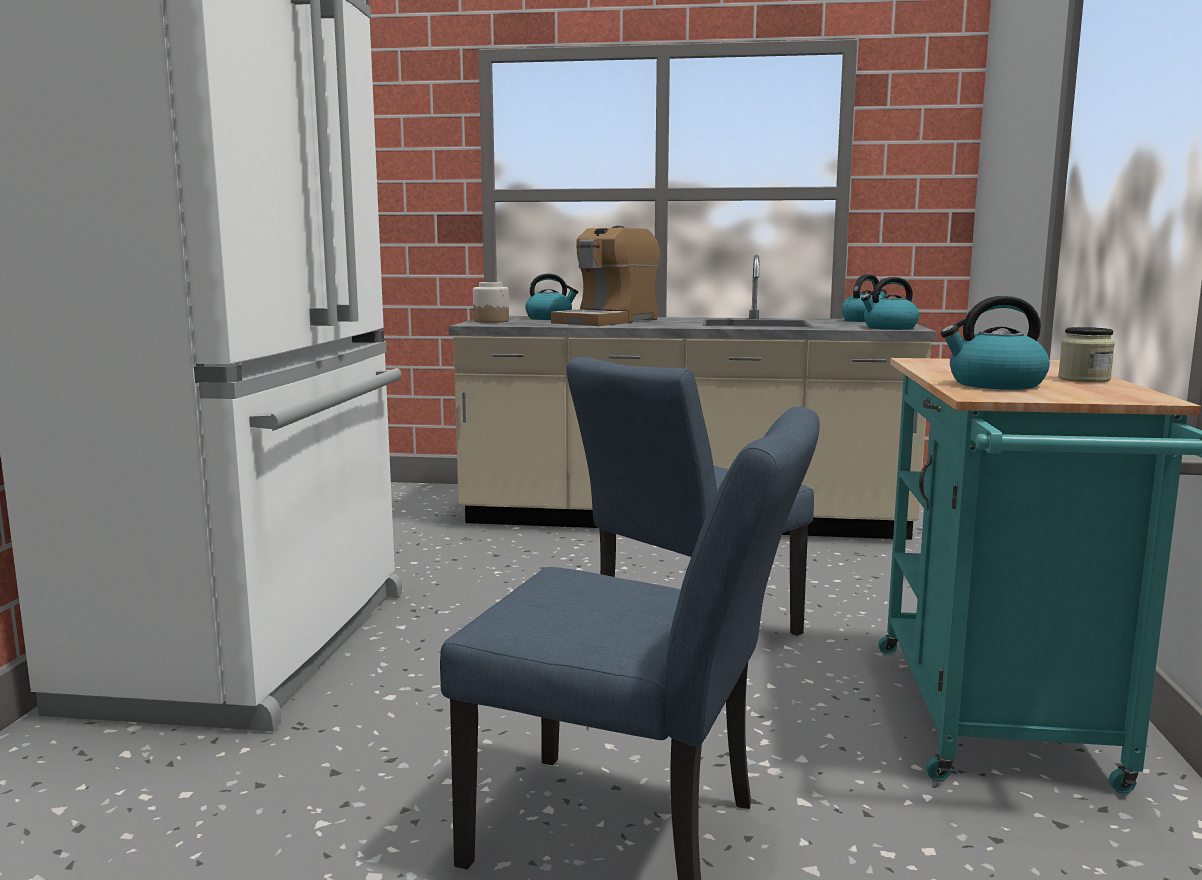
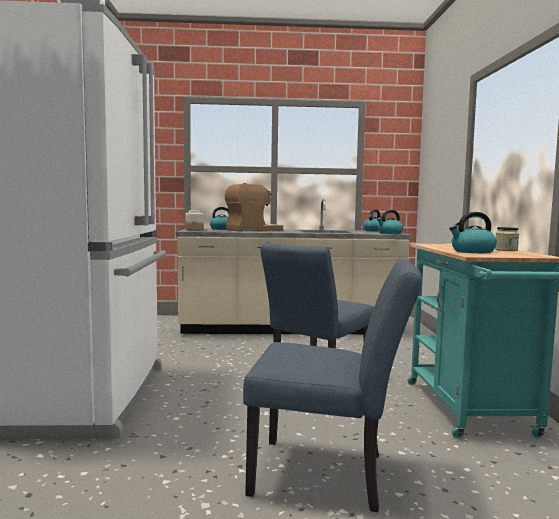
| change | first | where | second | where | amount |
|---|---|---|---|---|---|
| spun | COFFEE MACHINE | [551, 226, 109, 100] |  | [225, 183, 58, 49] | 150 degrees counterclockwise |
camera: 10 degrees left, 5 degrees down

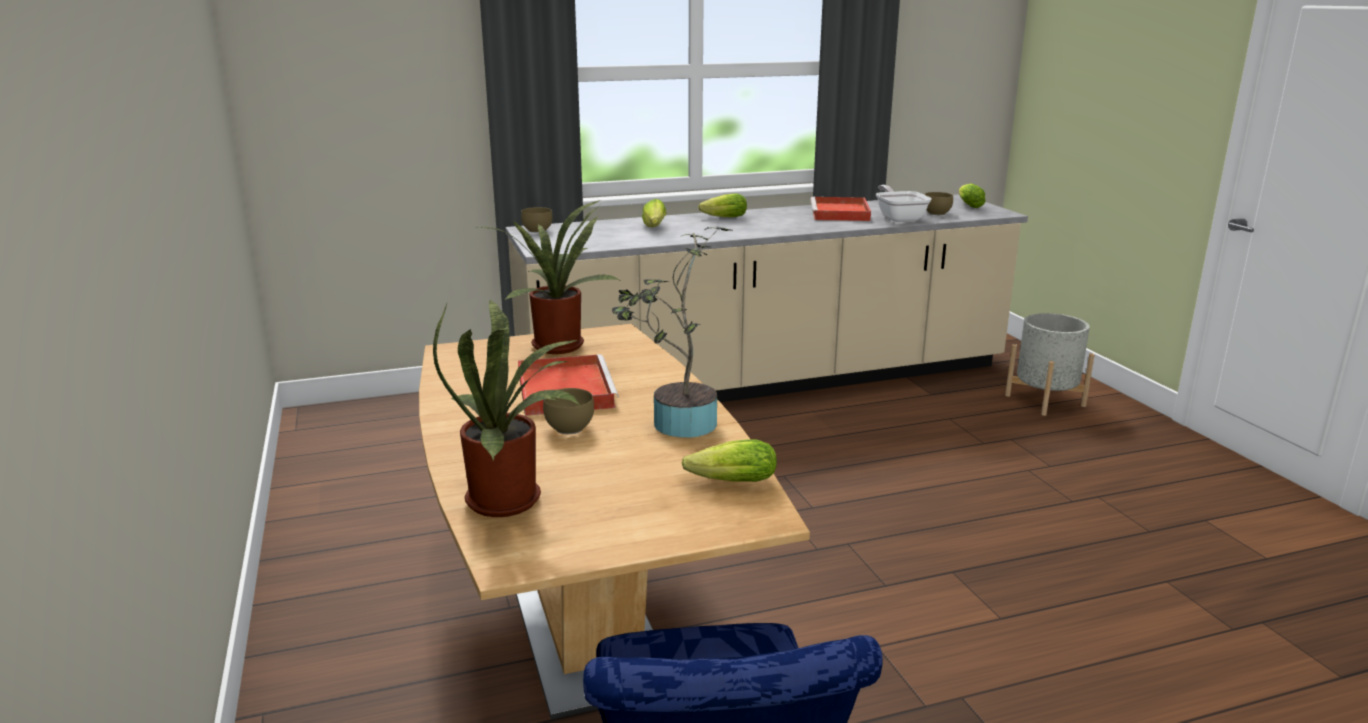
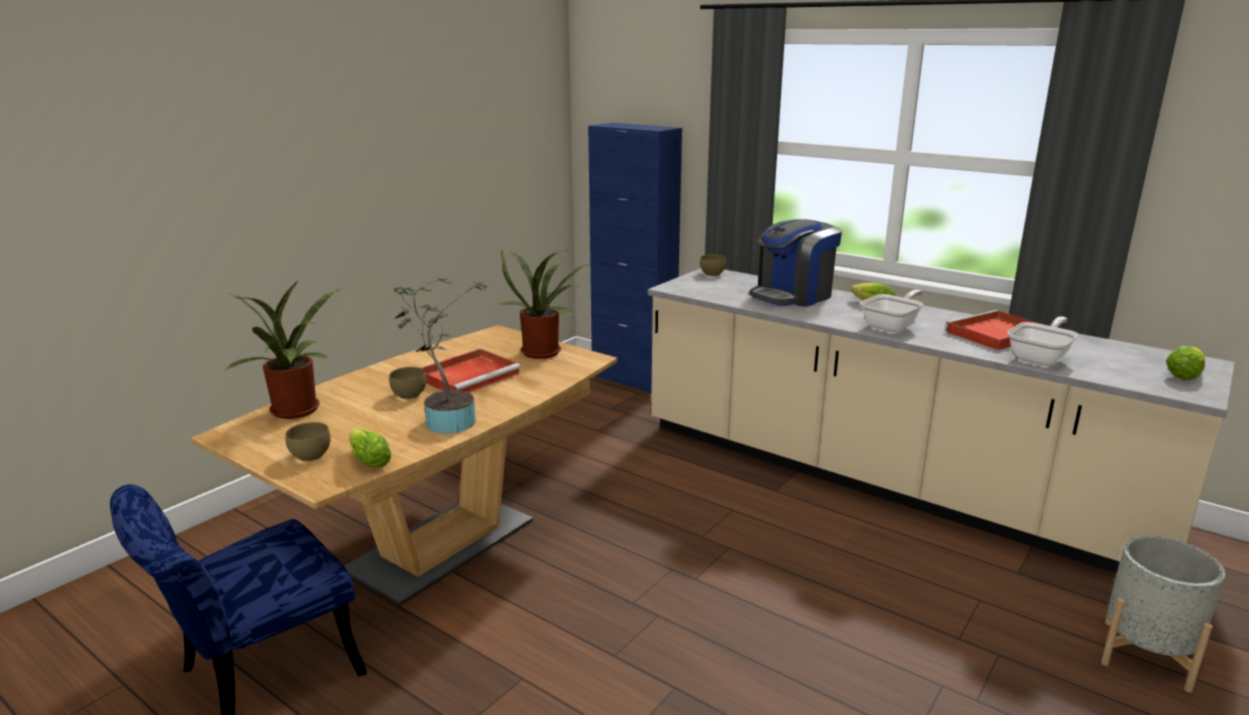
| change | first | where | second | where | amount |
|---|---|---|---|---|---|
| appeared |  |  | BLUE-COLOURED CABINET | [588, 123, 94, 270] |  |
| appeared |  |  | PAN | [861, 290, 62, 42] |  |
| relocated | BROWN-COLOURED DEEP DISH | [925, 192, 28, 23] |  | [285, 422, 46, 39] |  |
| exchanged | HEAD OF LETTUCE | [642, 199, 24, 28] | COFFEE MACHINE | [749, 219, 93, 88] |  |
camera: 55 degrees right, 0 degrees up

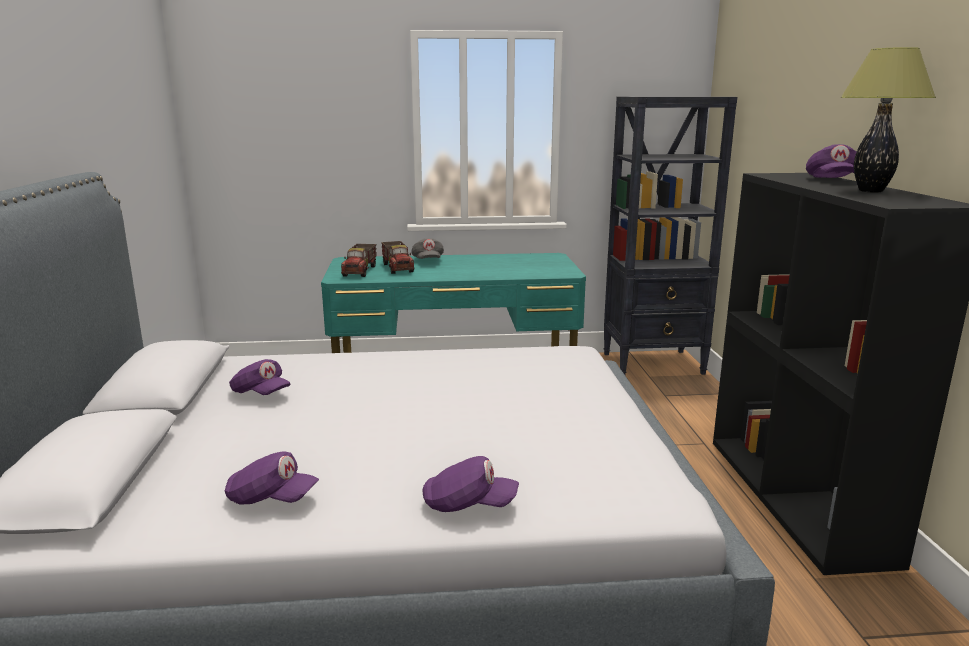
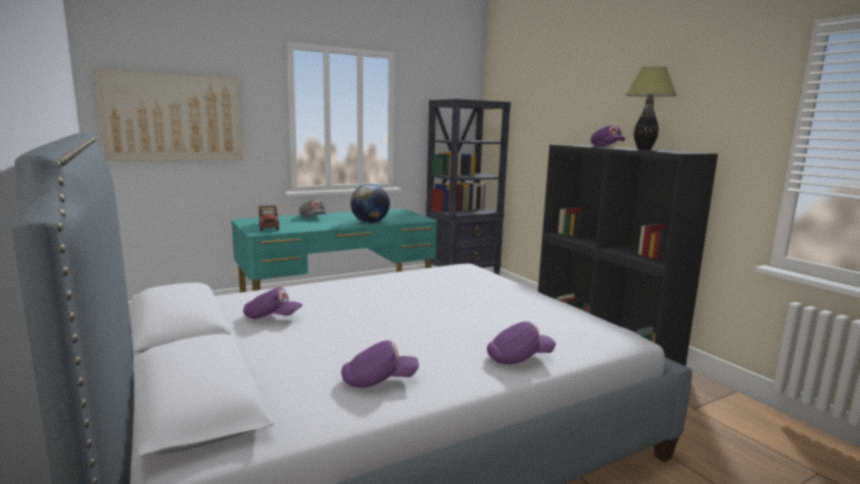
| change | first | where | second | where | amount |
|---|---|---|---|---|---|
| missing | MODEL TRUCK | [381, 241, 33, 33] |  |  |  |
| appeared |  |  | WALL PICTURE | [94, 69, 148, 92] |  |
| appeared |  |  | WORLD GLOBE | [350, 184, 40, 39] |  |
camera: 25 degrees left, 5 degrees down

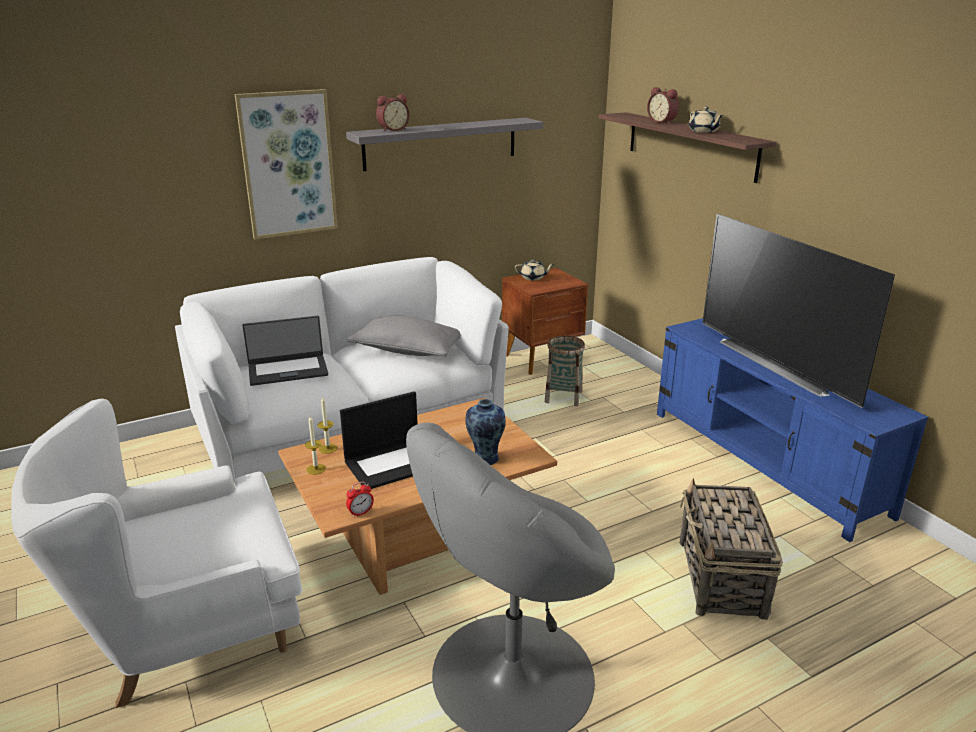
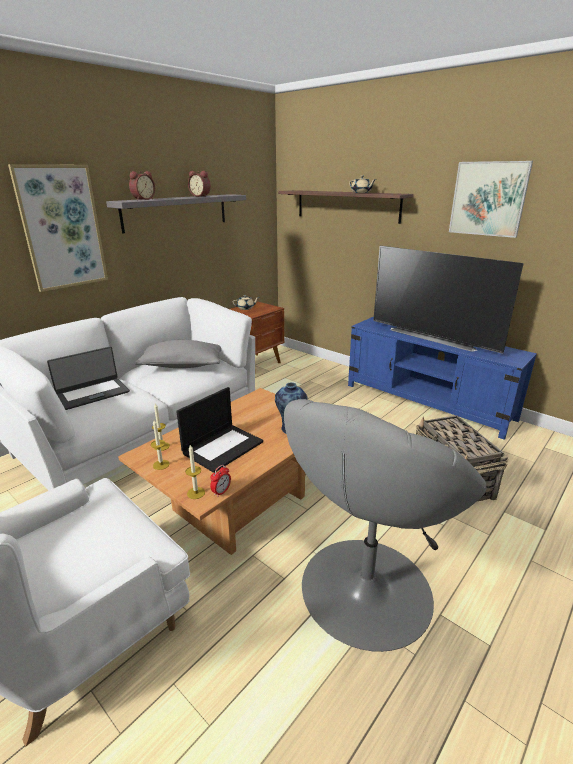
| change | first | where | second | where | amount |
|---|---|---|---|---|---|
| missing | BASKET | [545, 336, 40, 70] |  |  |  |
| appeared |  |  | CANDLE | [185, 445, 20, 54] |  |
| appeared |  |  | WALL PICTURE | [449, 161, 84, 77] |  |
| relocated | TABLE CLOCK | [647, 87, 32, 37] |  | [188, 171, 23, 26] |  |
camera: 20 degrees left, 0 degrees up

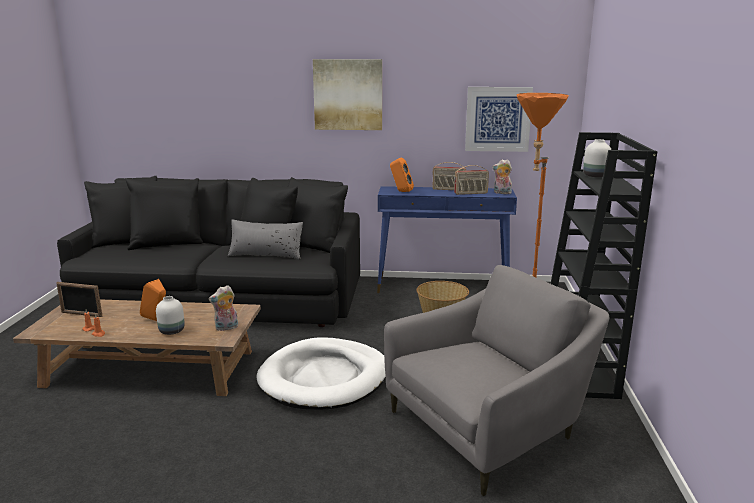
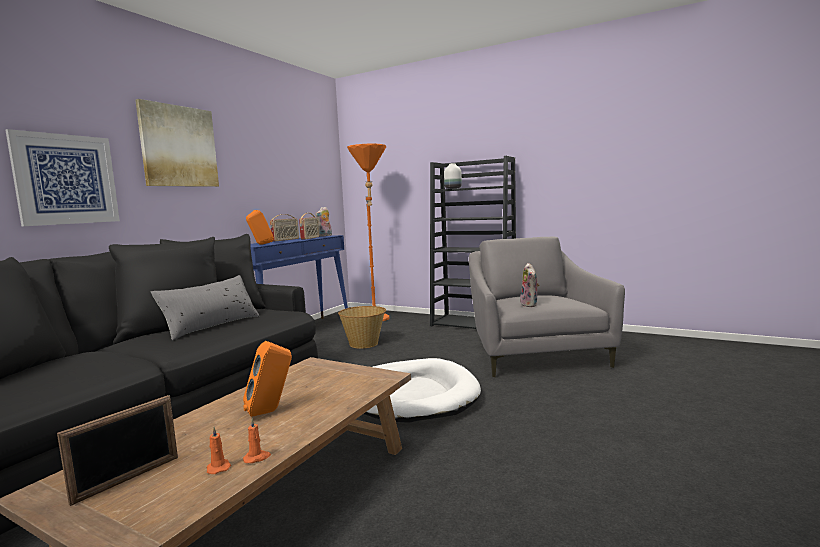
| change | first | where | second | where | amount |
|---|---|---|---|---|---|
| missing | WHITE VASE | [156, 296, 29, 39] |  |  |  |
| relocated | CUDDLY TOY | [209, 285, 29, 46] |  | [520, 263, 20, 44] |  |
| relocated | WALL PICTURE | [465, 87, 68, 65] |  | [6, 129, 114, 97] |  |
camera: 65 degrees left, 10 degrees down

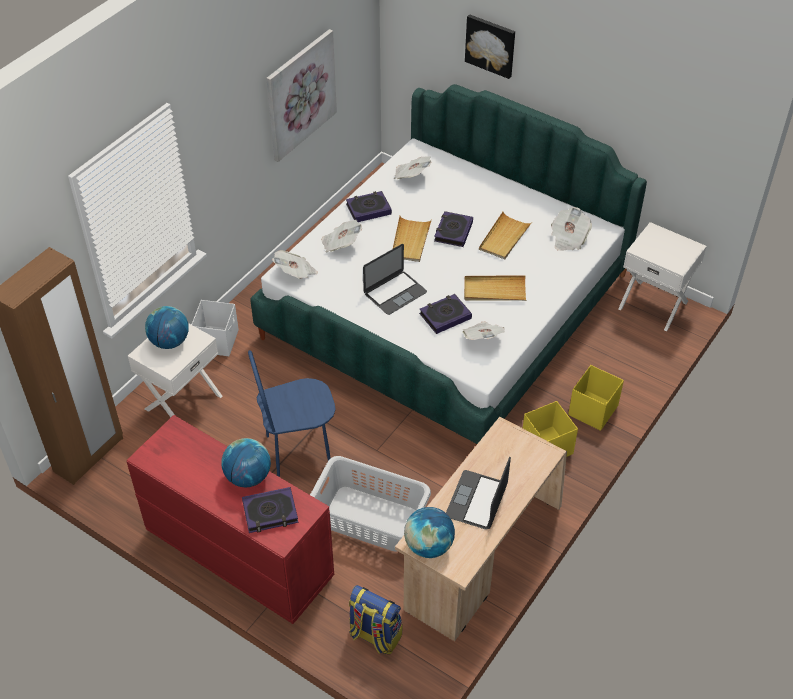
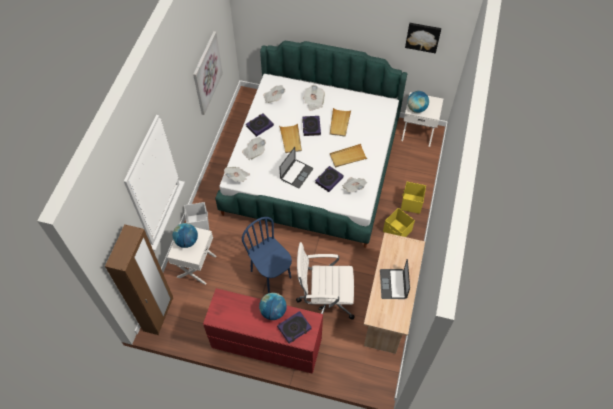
| change | first | where | second | where | amount |
|---|---|---|---|---|---|
| missing | KNAPSACK | [349, 585, 53, 69] |  |  |  |
| relocated | WORLD GLOBE | [404, 507, 51, 51] |  | [407, 91, 22, 22] |  |
| relocated | WALL PICTURE | [465, 14, 50, 65] |  | [405, 23, 36, 30] |  |
| relocated | DAILY PAPER | [551, 207, 41, 44] |  | [303, 85, 22, 26] |  |
| exchanged | GREY WASHING BASKET | [310, 456, 121, 96] | WHITE DESK CHAIR | [296, 242, 59, 78] |  |
| spun | BLUE-COLOURED PLAIN CHAIR | [248, 350, 87, 127] |  | [242, 217, 50, 76] | 90 degrees clockwise |
camera: 20 degrees left, 10 degrees up

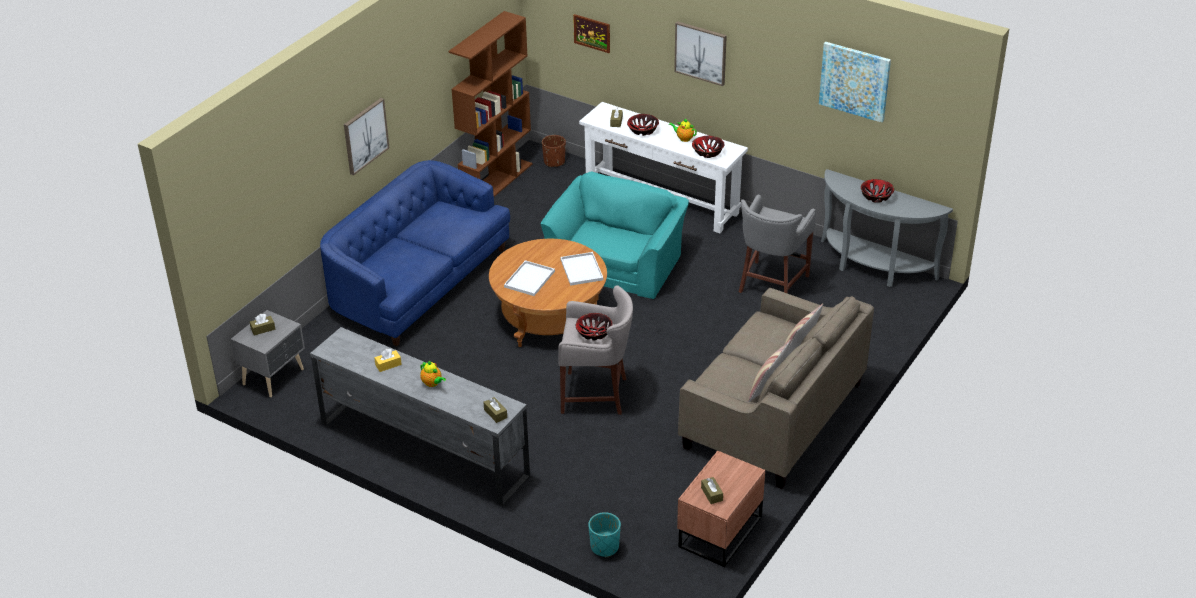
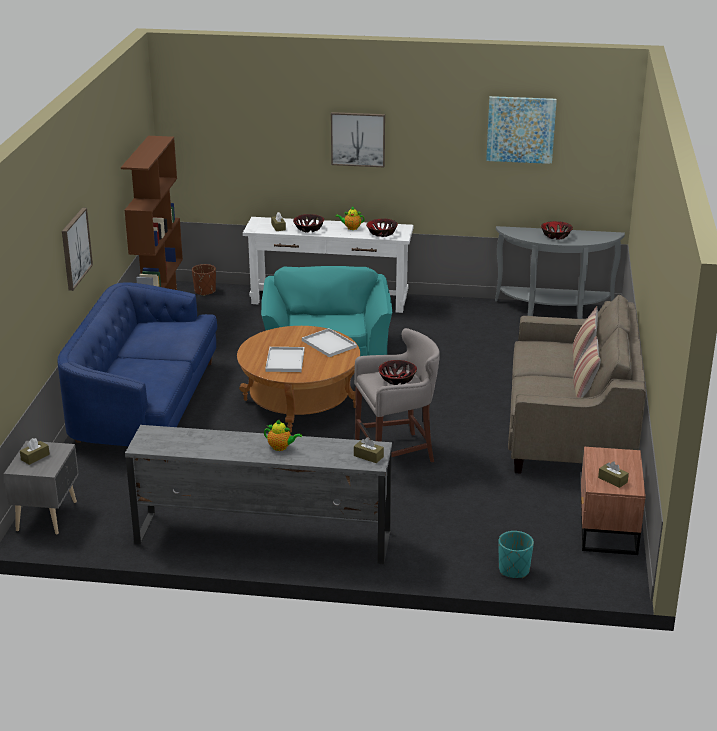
| change | first | where | second | where | amount |
|---|---|---|---|---|---|
| missing | YELLOW BOX OF TISSUES | [374, 349, 28, 23] |  |  |  |
| missing | WALL PICTURE | [573, 14, 37, 39] |  |  |  |
| missing | GREY STOOL SEAT | [739, 195, 77, 99] |  |  |  |
camera: 25 degrees left, 10 degrees down

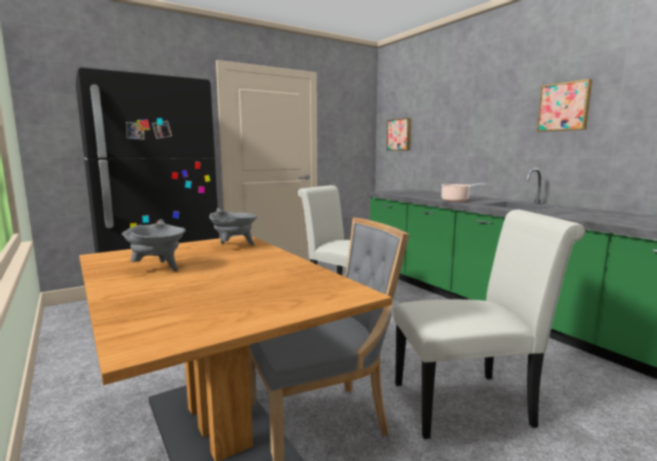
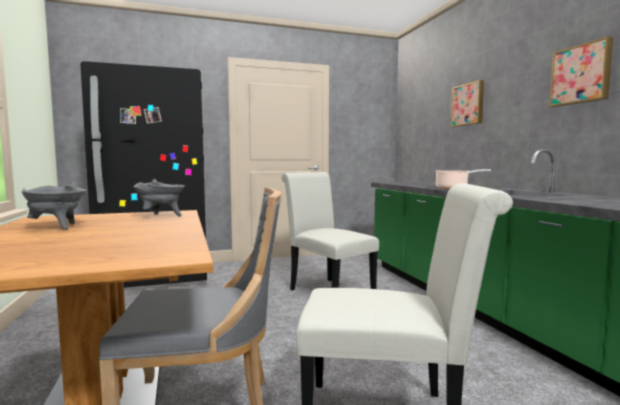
| change | first | where | second | where | amount |
|---|---|---|---|---|---|
| relocated | WALL PICTURE | [387, 118, 24, 33] |  | [451, 80, 33, 47] |  |
camera: 15 degrees right, 5 degrees down

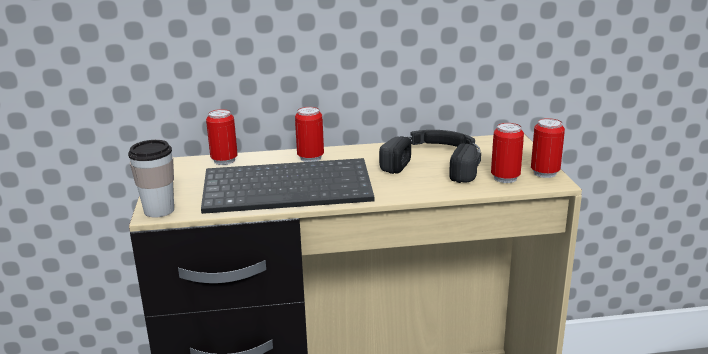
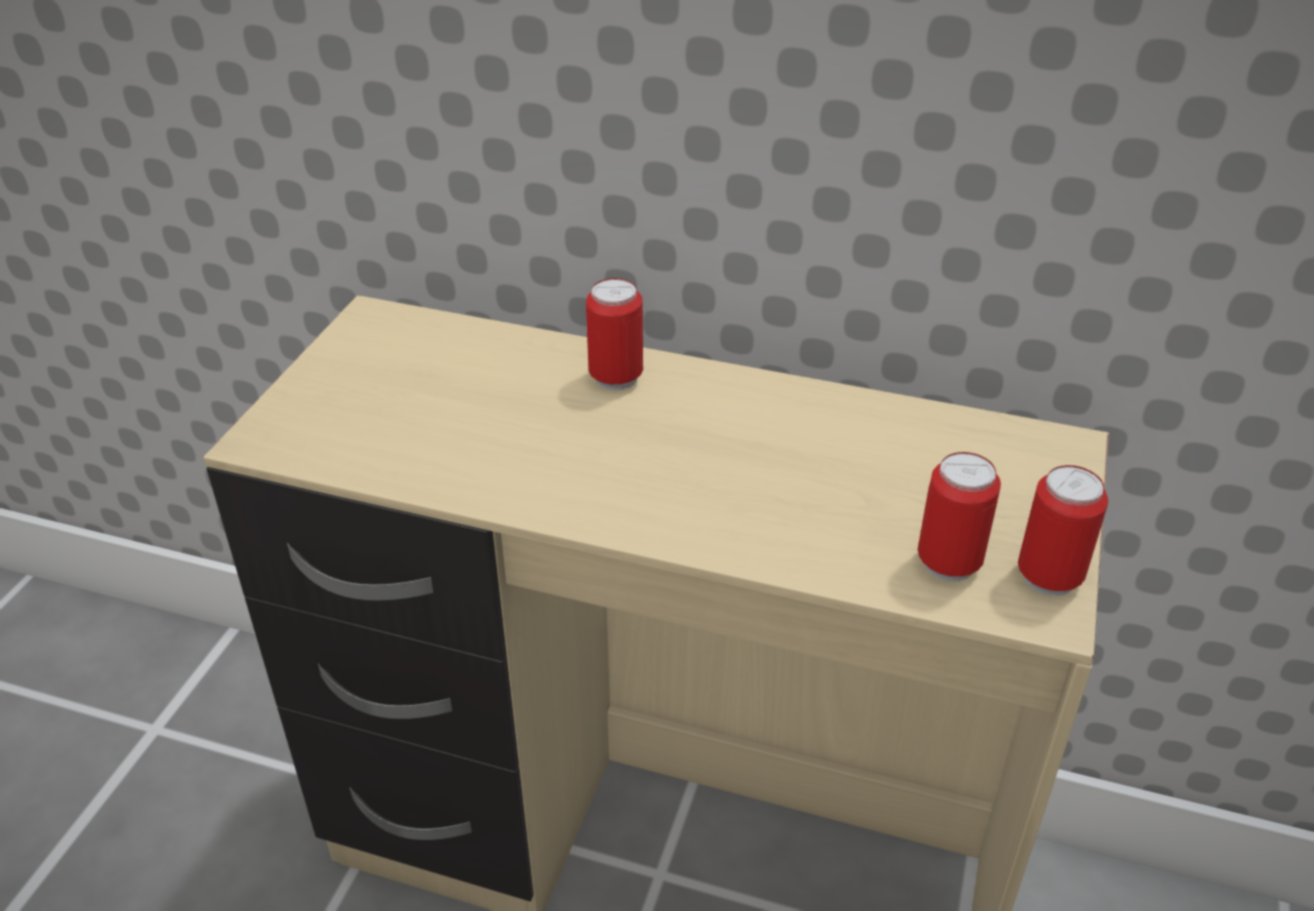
| change | first | where | second | where | amount |
|---|---|---|---|---|---|
| missing | CUP | [128, 140, 46, 78] |  |  |  |
| missing | PC KEYBOARD | [201, 158, 173, 56] |  |  |  |
| missing | METAL CAN | [206, 109, 32, 56] |  |  |  |
| missing | BLACKISH HEADSET | [379, 130, 102, 53] |  |  |  |
camera: 25 degrees right, 15 degrees up

